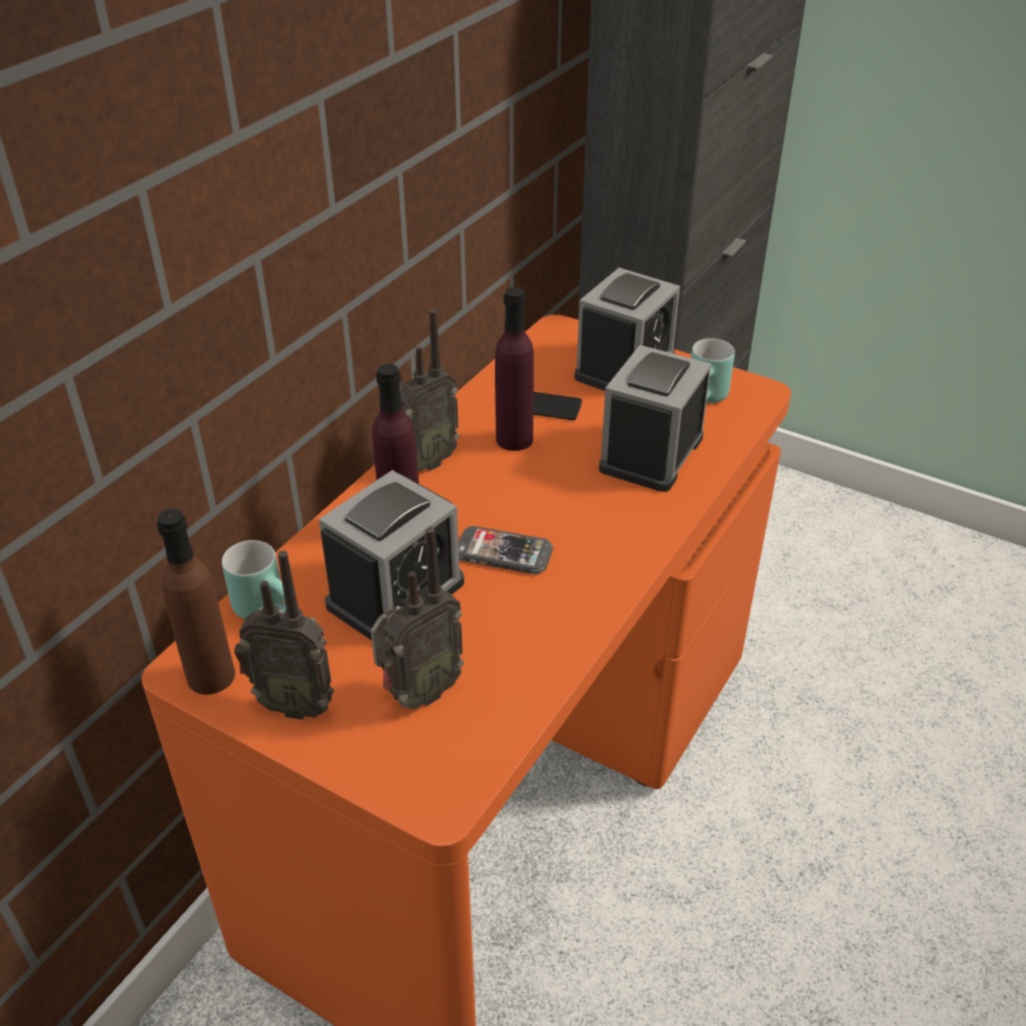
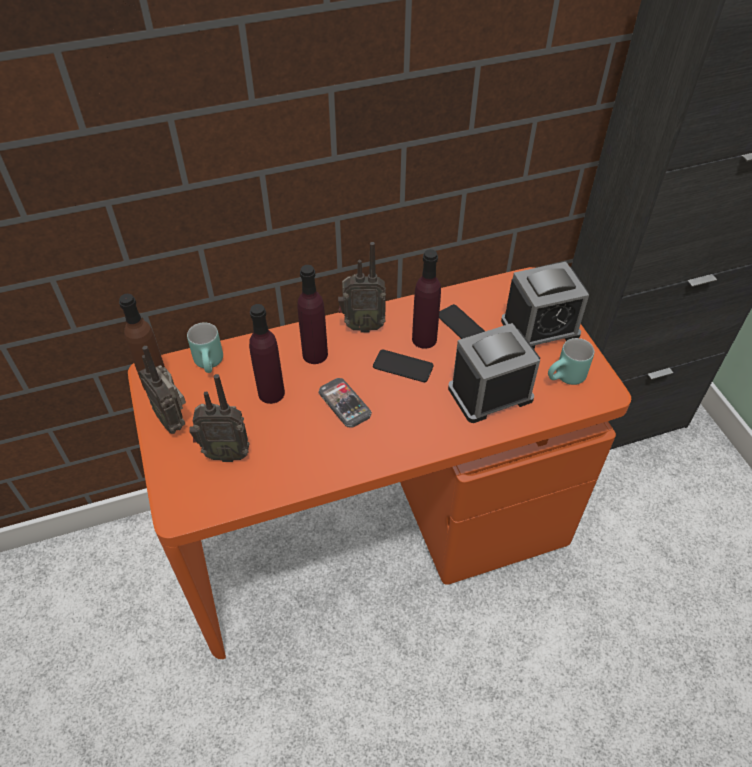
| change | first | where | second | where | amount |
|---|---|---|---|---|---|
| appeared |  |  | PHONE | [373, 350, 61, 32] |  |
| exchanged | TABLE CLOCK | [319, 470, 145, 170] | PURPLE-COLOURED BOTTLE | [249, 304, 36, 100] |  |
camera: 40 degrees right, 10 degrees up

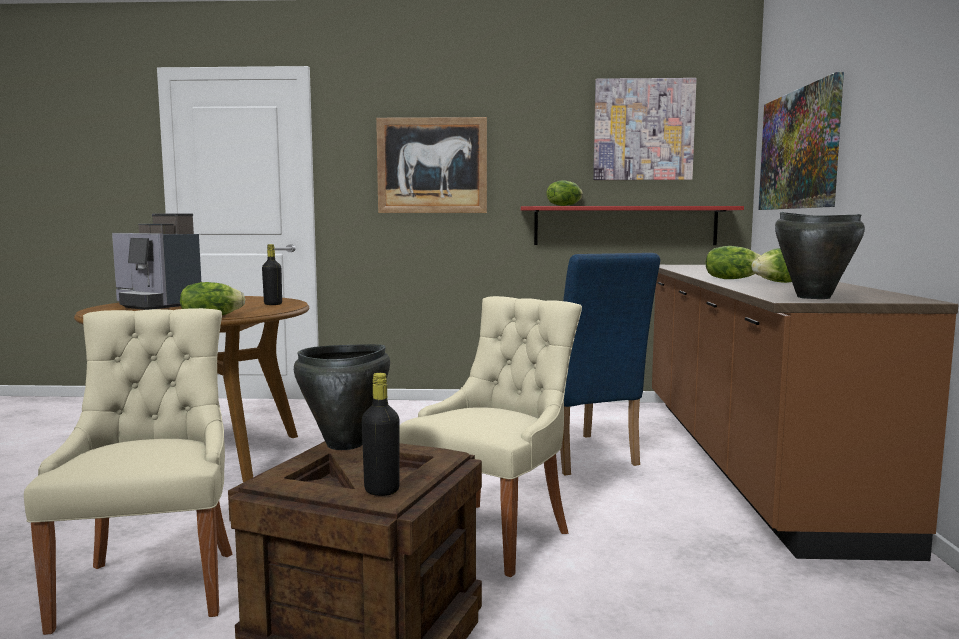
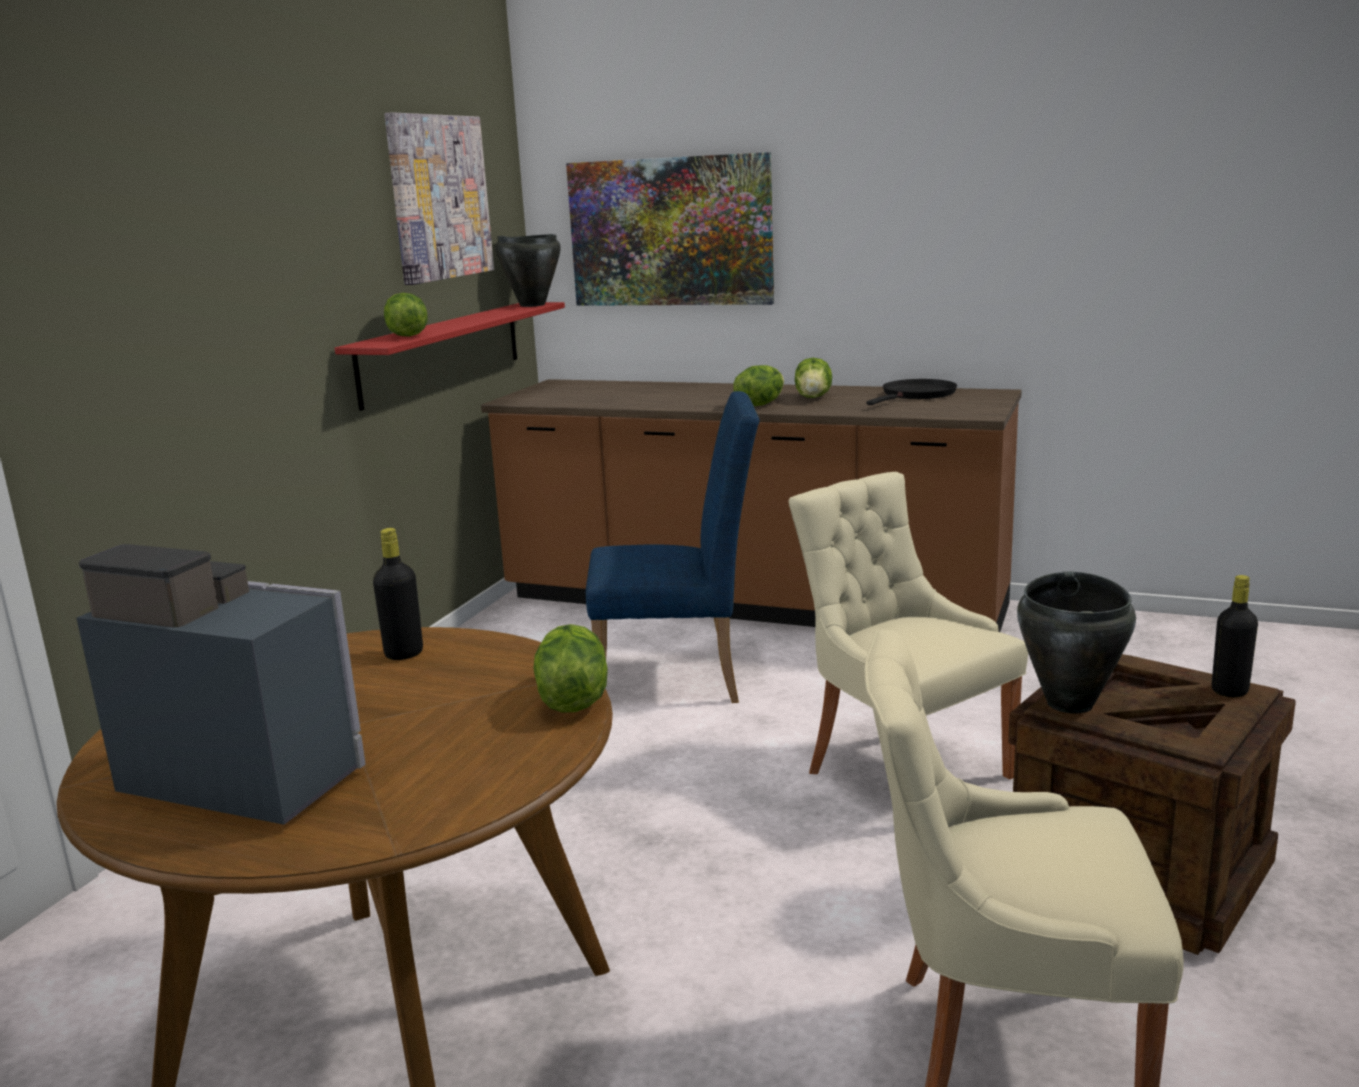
| change | first | where | second | where | amount |
|---|---|---|---|---|---|
| missing | WALL PICTURE | [376, 117, 111, 96] |  |  |  |
| appeared |  |  | BLACKISH PAN | [866, 379, 91, 26] |  |
| relocated | BLACKISH COOKING POT | [775, 212, 90, 87] |  | [495, 234, 66, 73] |  |
| spun | COFFEE MACHINE | [112, 213, 89, 97] |  | [76, 544, 290, 281] | 120 degrees counterclockwise |
camera: 70 degrees left, 10 degrees up

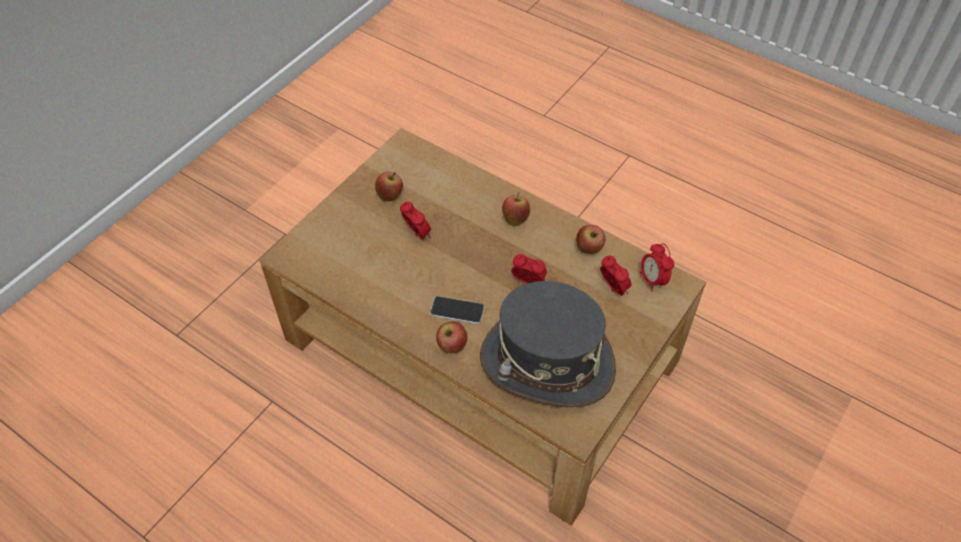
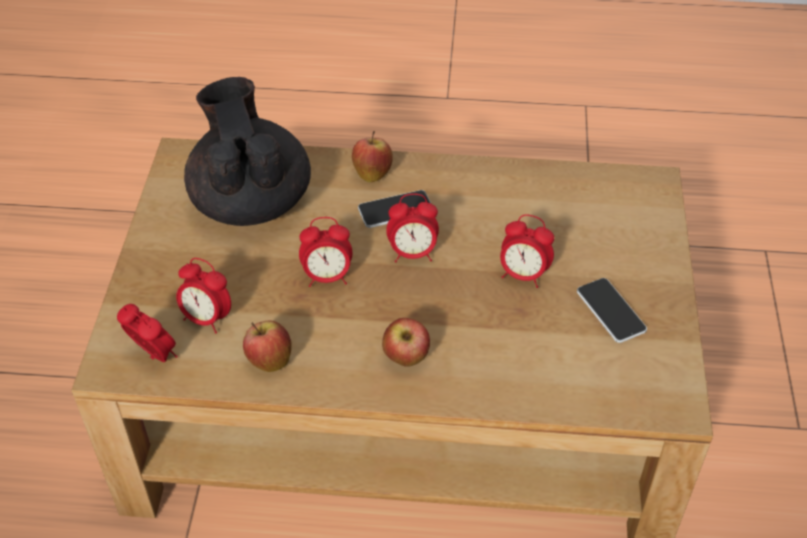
| change | first | where | second | where | amount |
|---|---|---|---|---|---|
| appeared |  |  | TABLE CLOCK | [386, 194, 53, 68] |  |
| exchanged | APPLE FRUIT | [375, 172, 28, 29] | PHONE | [577, 278, 70, 65] |  |
| exchanged | GREY WEARABLE HAT | [480, 281, 136, 127] | BLACKISH POT FOR TEA | [184, 77, 127, 149] |  |
camera: 150 degrees right, 5 degrees down

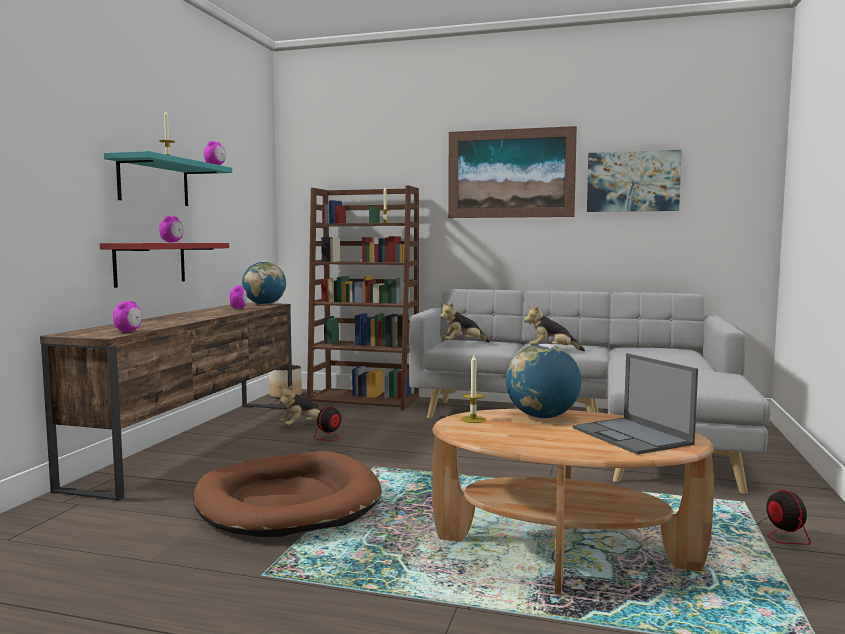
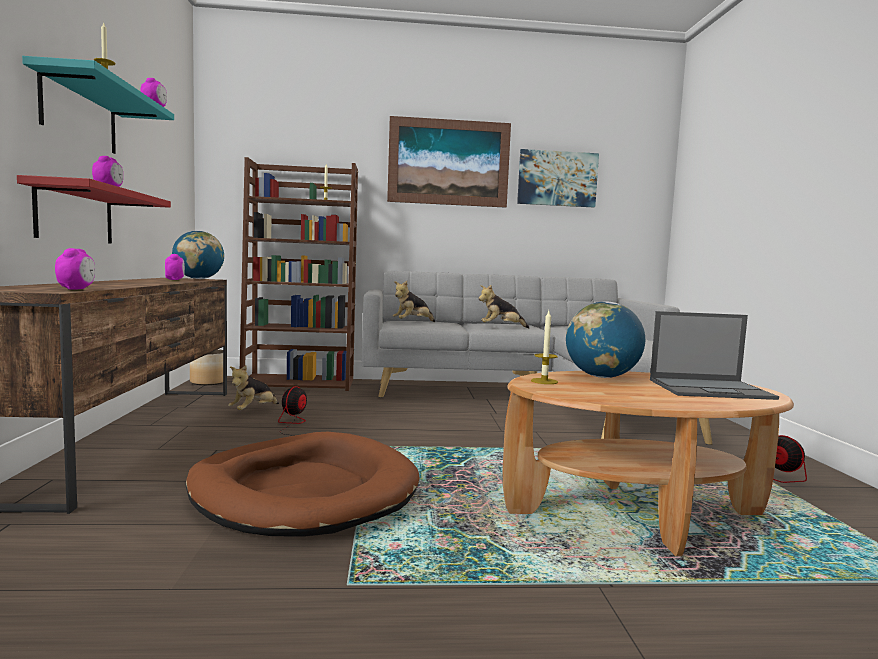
| change | first | where | second | where | amount |
|---|---|---|---|---|---|
| spun | NOTEBOOK COMPUTER | [572, 353, 126, 102] |  | [650, 311, 129, 89] | 45 degrees counterclockwise |
camera: 20 degrees left, 0 degrees up

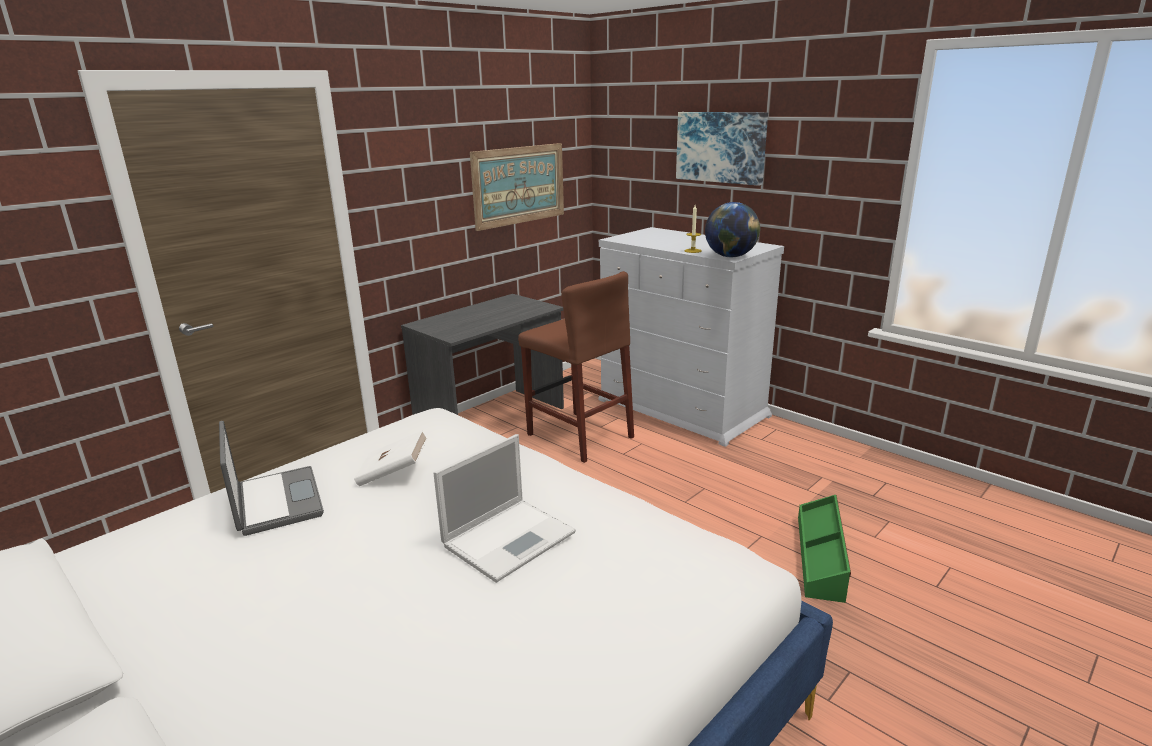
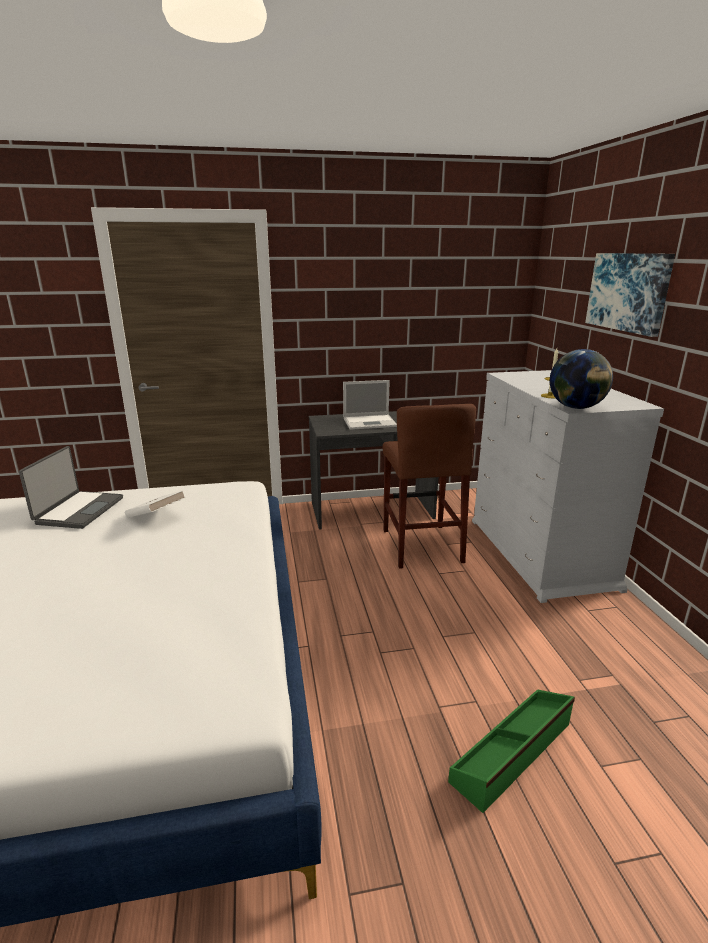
| change | first | where | second | where | amount |
|---|---|---|---|---|---|
| missing | WALL PICTURE | [470, 143, 94, 88] |  |  |  |
| relocated | NOTEBOOK COMPUTER | [433, 434, 143, 149] |  | [343, 380, 54, 50] |  |
camera: 35 degrees right, 0 degrees up

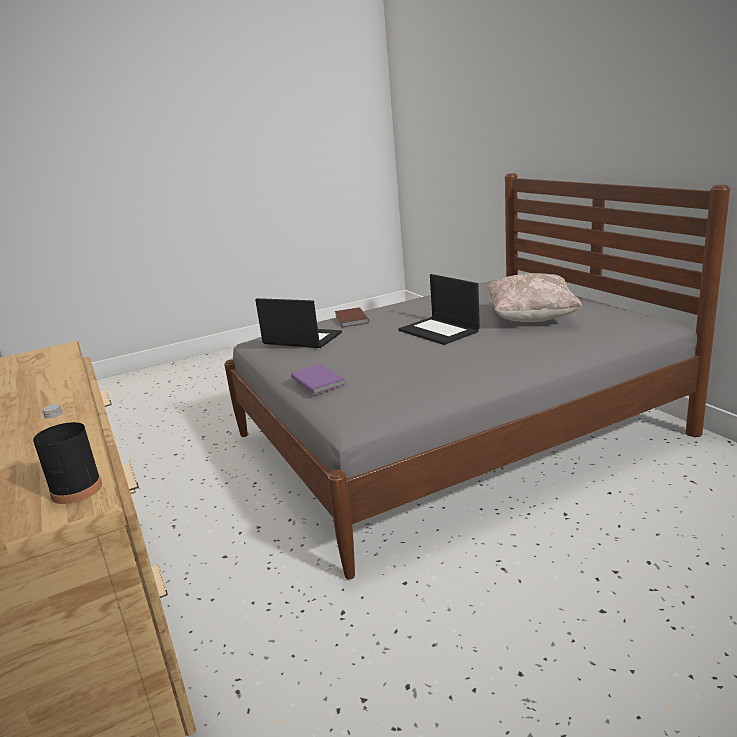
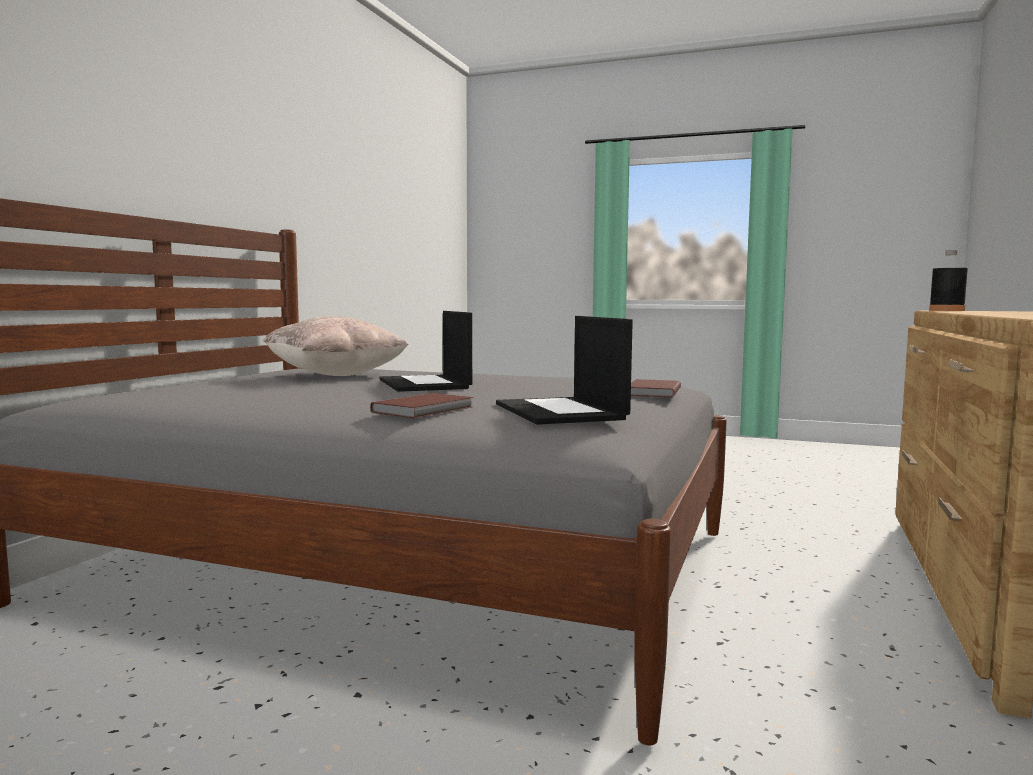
| change | first | where | second | where | amount |
|---|---|---|---|---|---|
| colour | PURPLE-COLOURED VOLUME | [291, 364, 54, 30] | BROWN-COLOURED VOLUME | [631, 379, 50, 18] |  |
| spun | NOTEBOOK COMPUTER | [399, 274, 81, 71] |  | [380, 311, 92, 81] | 150 degrees clockwise |
camera: 135 degrees left, 15 degrees down

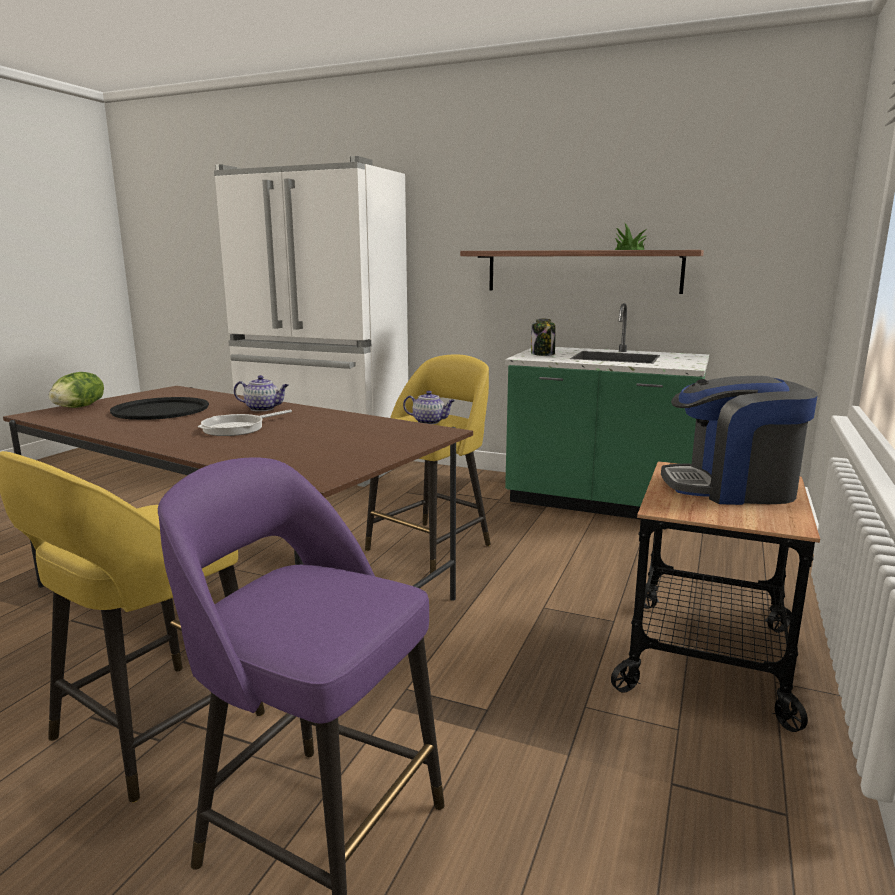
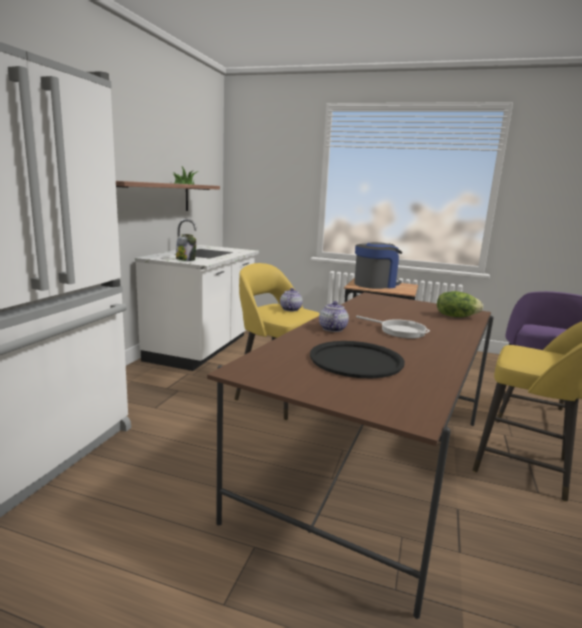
| change | first | where | second | where | amount |
|---|---|---|---|---|---|
| relocated | HEAD OF LETTUCE | [49, 372, 55, 36] |  | [437, 291, 46, 26] |  |
| colour | GREENISH KITCHEN COUNTER | [505, 303, 204, 216] | WHITE KITCHEN COUNTER | [135, 219, 124, 152] |  |
| spun | COFFEE MACHINE | [661, 376, 157, 129] |  | [354, 242, 48, 47] | 120 degrees counterclockwise |
camera: 95 degrees left, 0 degrees up

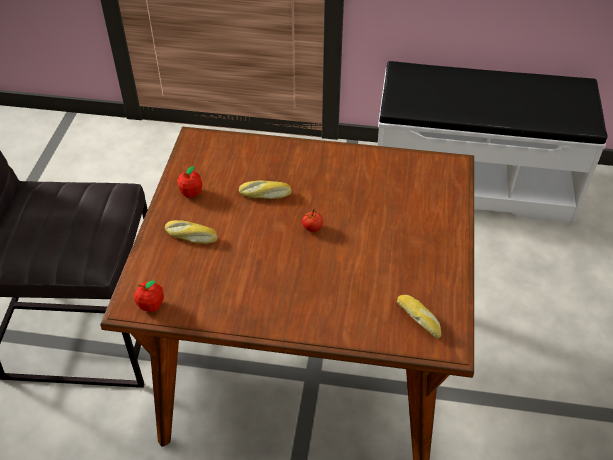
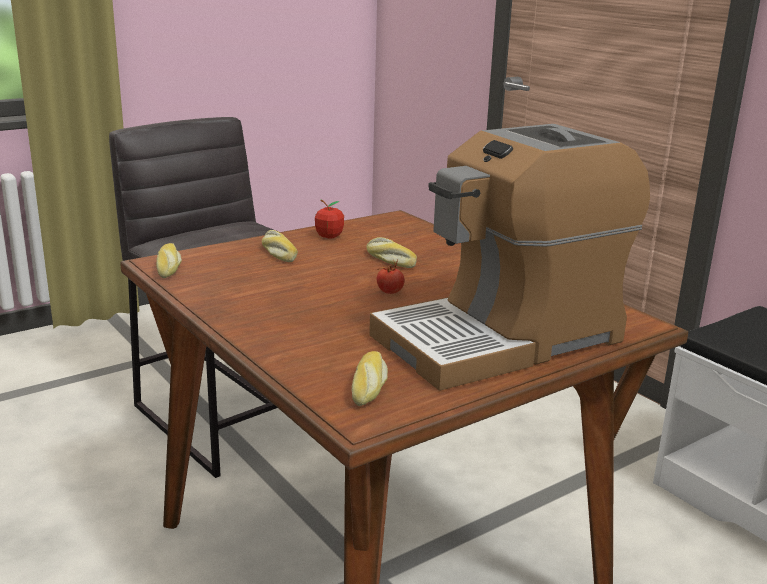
| change | first | where | second | where | amount |
|---|---|---|---|---|---|
| appeared |  |  | COFFEE MACHINE | [369, 124, 281, 267] |  |
| exchanged | APPLE FRUIT | [134, 280, 30, 32] | BREAD | [156, 243, 26, 35] |  |
camera: 45 degrees right, 25 degrees down

